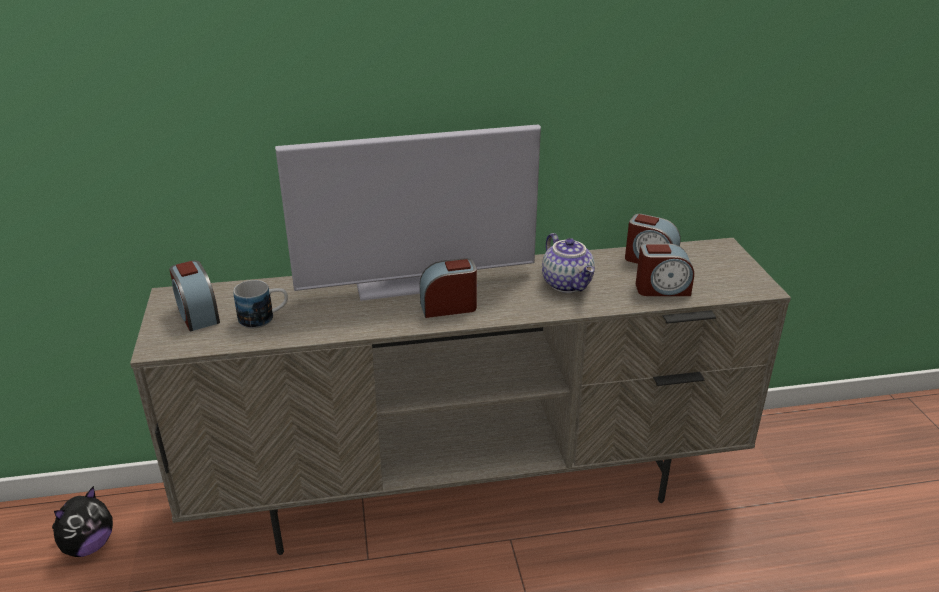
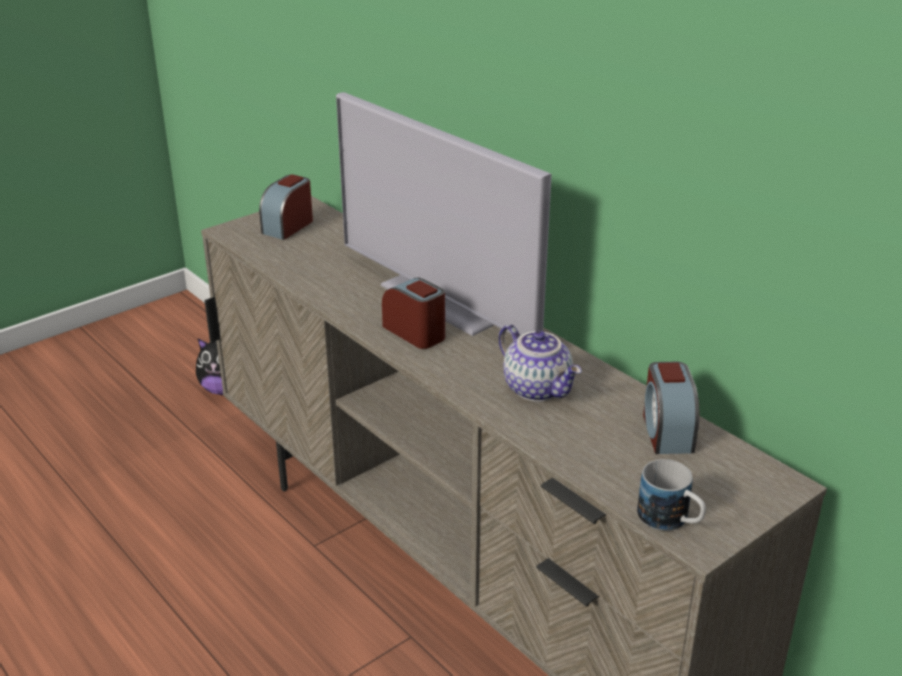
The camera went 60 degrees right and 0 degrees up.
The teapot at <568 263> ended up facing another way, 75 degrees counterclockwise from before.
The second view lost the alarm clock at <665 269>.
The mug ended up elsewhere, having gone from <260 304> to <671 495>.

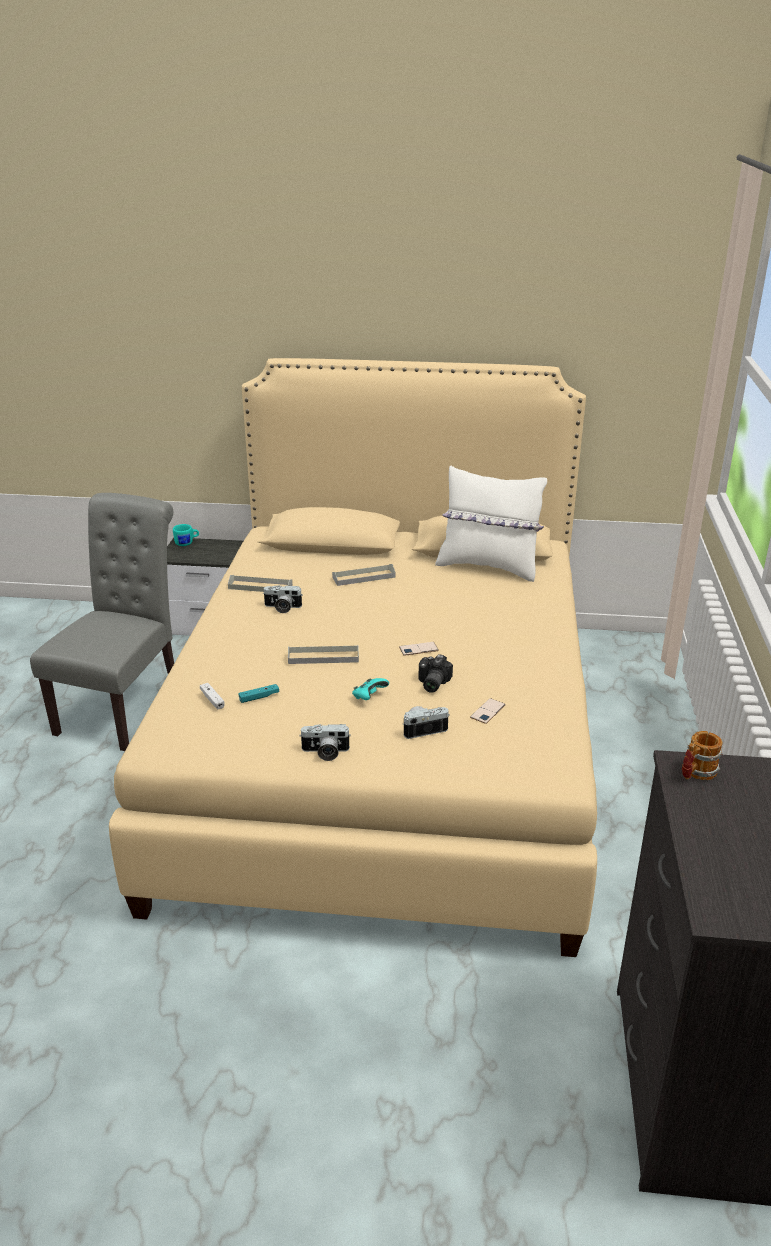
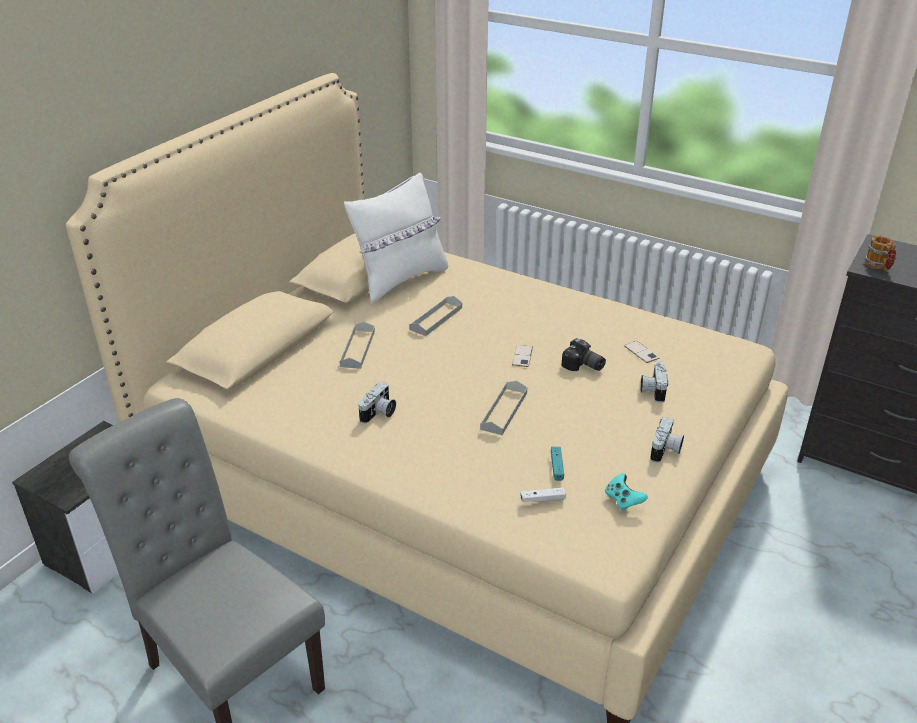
The camera went 65 degrees left and 5 degrees up.
The second view lost the mug (turquoise) at <186 535>.
The tray (grey) ended up elsewhere, having gone from <260 583> to <435 316>.
The game controller (turquoise) ended up elsewhere, having gone from <370 689> to <626 492>.

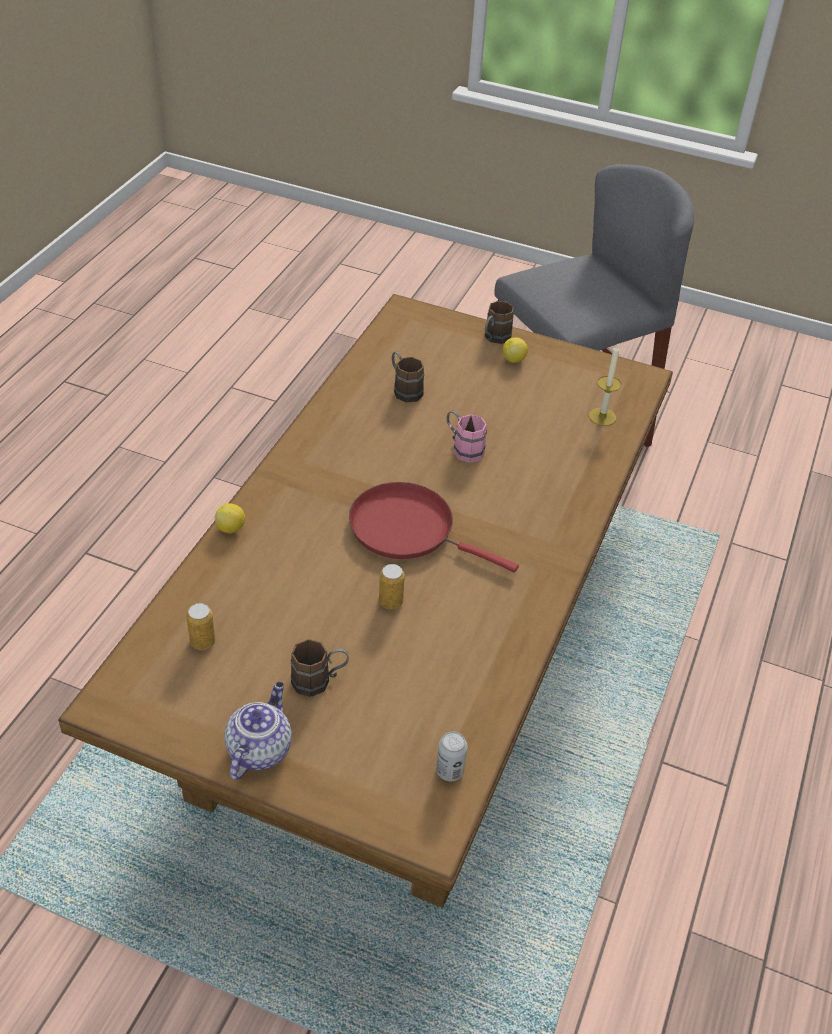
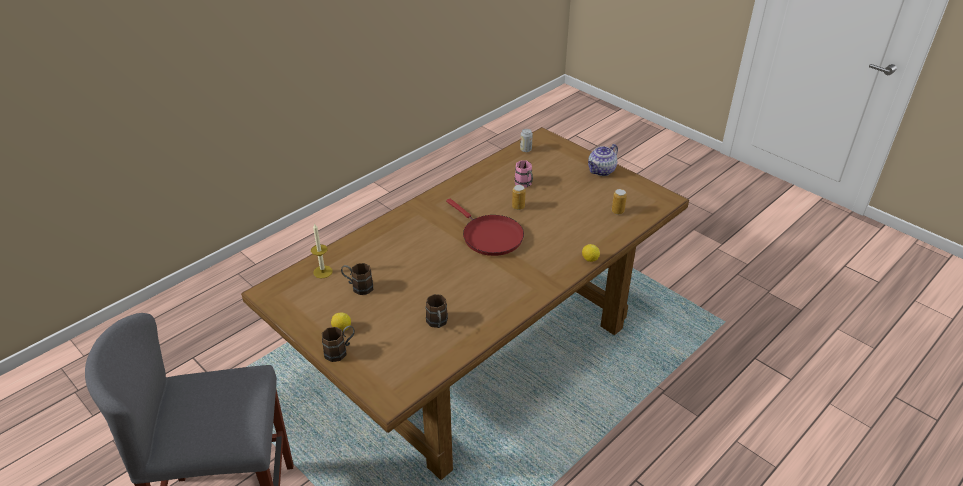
The camera went 155 degrees left and 5 degrees down.
The mug (pink) ended up elsewhere, having gone from <467 436> to <524 173>.
The mug (brown) ended up elsewhere, having gone from <320 668> to <357 279>.

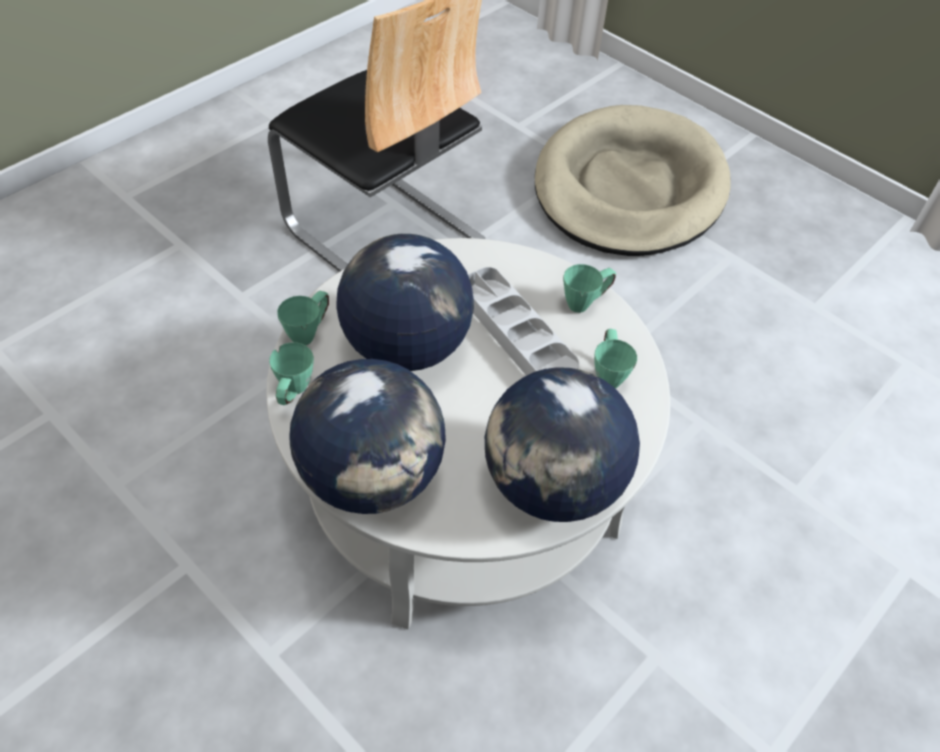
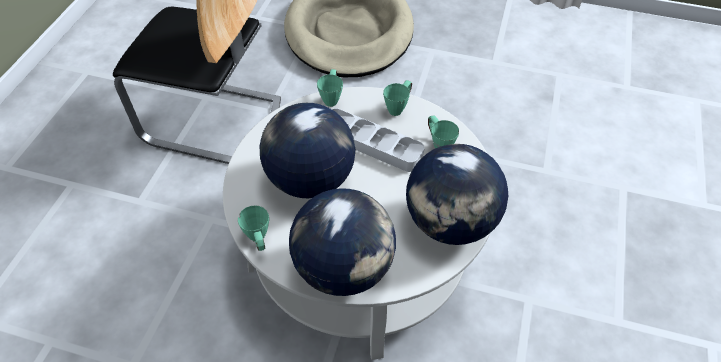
The camera went 25 degrees left and 0 degrees up.
The mug (green) ended up elsewhere, having gone from <303 318> to <330 88>.

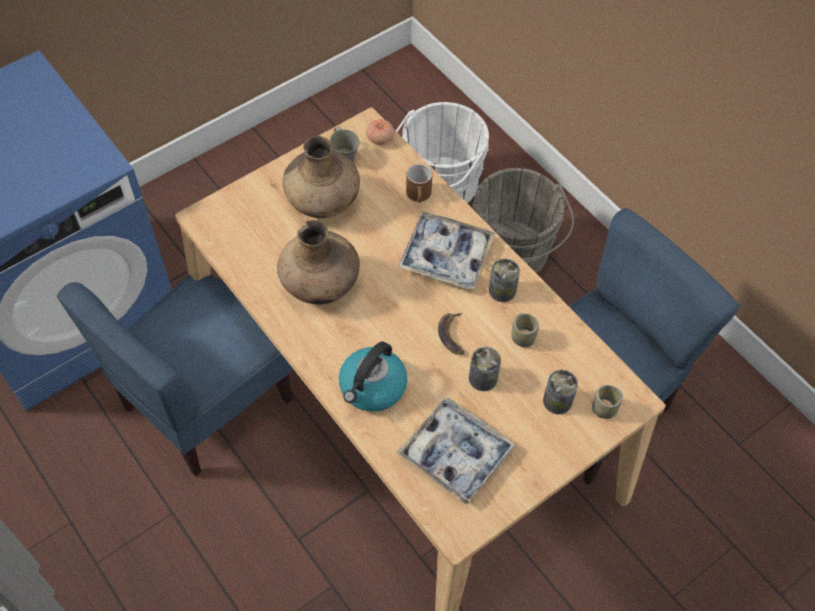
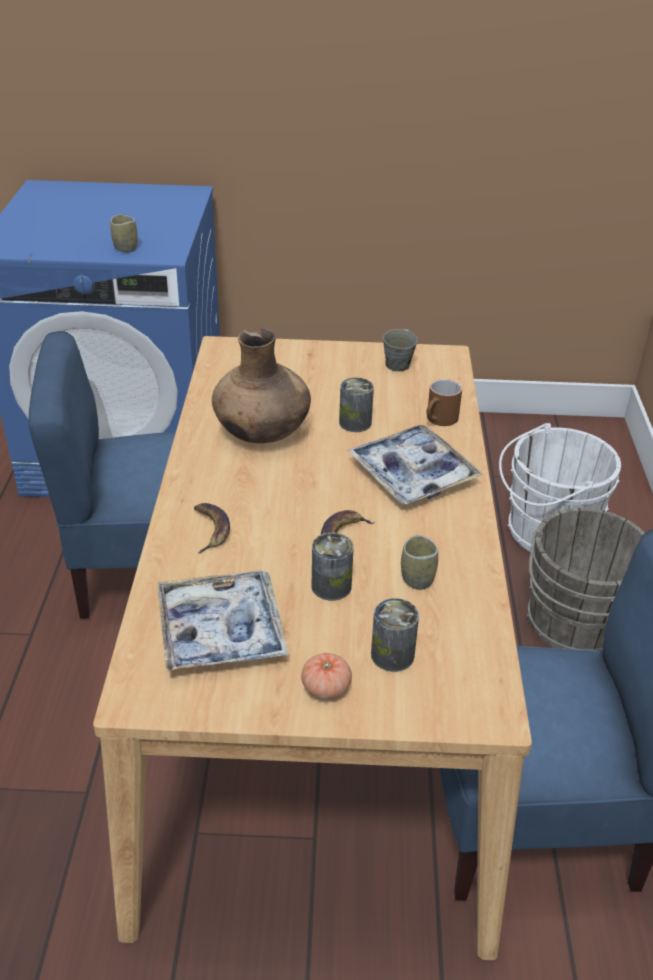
The camera went 40 degrees right and 20 degrees down.
The tomato ended up elsewhere, having gone from <380 132> to <326 676>.
The second view lost the vase (brown) at <321 177>.
The can ended up elsewhere, having gone from <504 280> to <356 404>.
Where the kettle stood at <373 376>, the banana came to stand at <212 528>.
The cup ended up elsewhere, having gone from <607 402> to <123 233>.

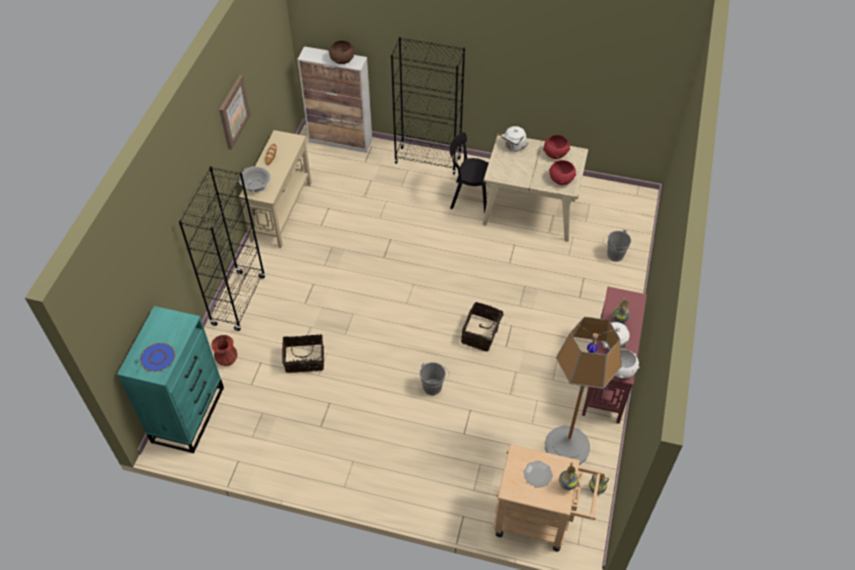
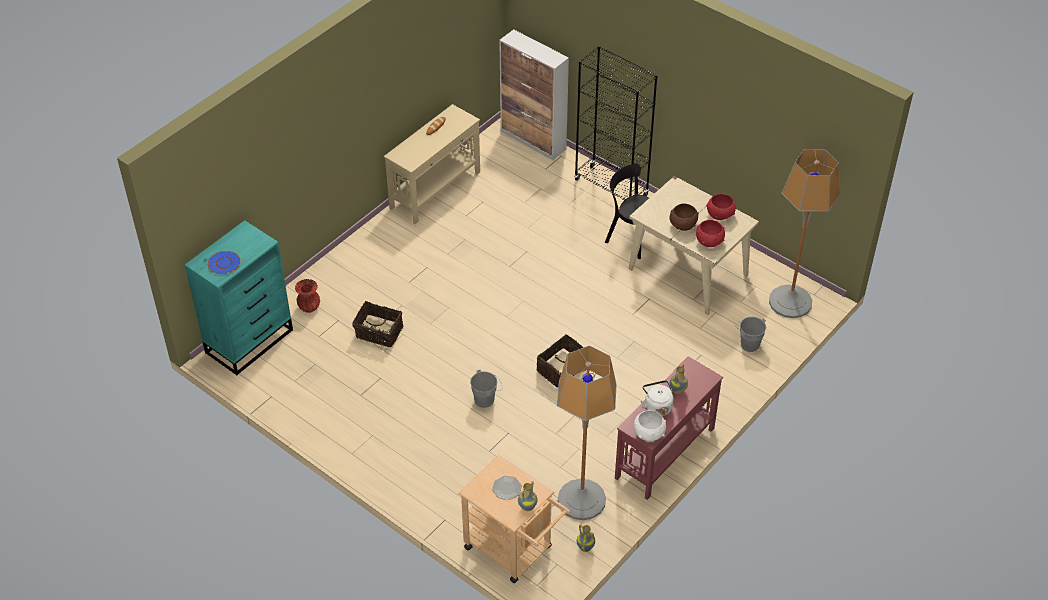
The camera went 25 degrees right and 5 degrees down.
The bowl (brown) ended up elsewhere, having gone from <341 52> to <684 217>.
The second view lost the picture at <235 112>.
The second view lost the kettle (white) at <515 139>.
The second view lost the bookcase (black) at <222 248>.
The second view lost the cooking pot at <254 179>.
The second view gained the floor lamp at <804 233>.

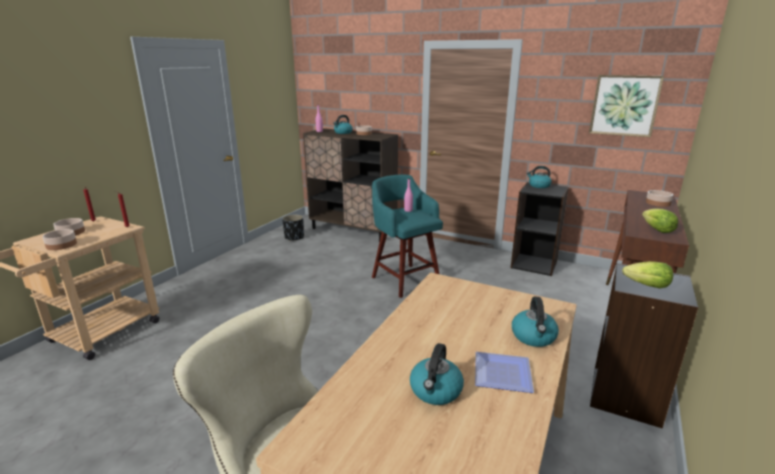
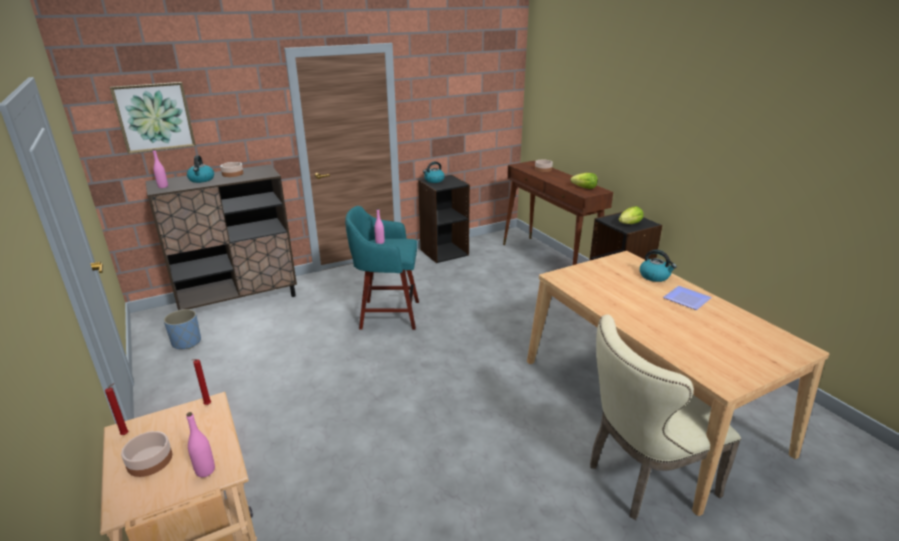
The camera went 55 degrees left and 5 degrees up.
The picture ended up elsewhere, having gone from <626 106> to <153 118>.
What was the planter (black) at <293 227> turned into the planter (blue) at <182 329>.
Where the bowl stood at <59 239>, the bottle (pink) came to stand at <200 444>.
The second view lost the kettle at <437 374>.

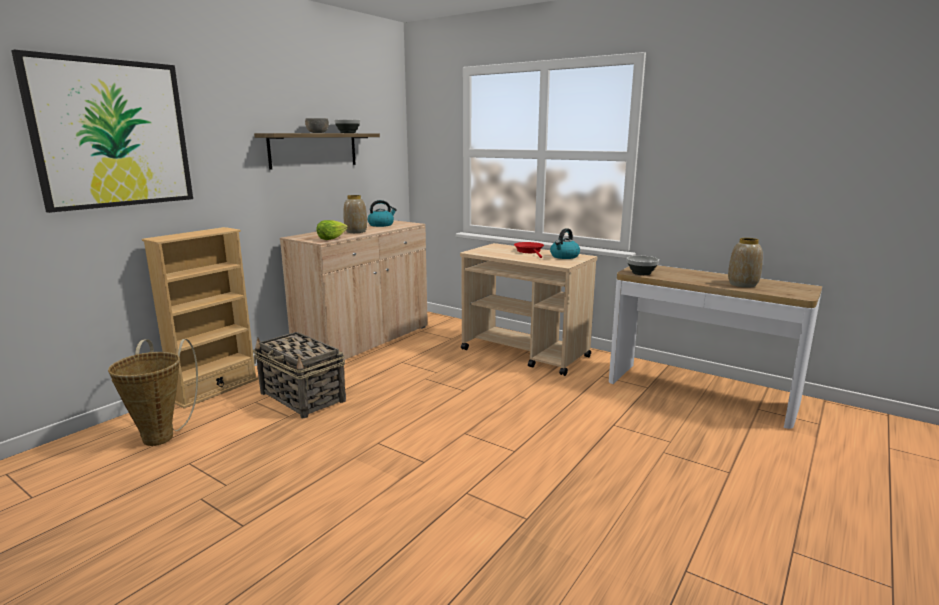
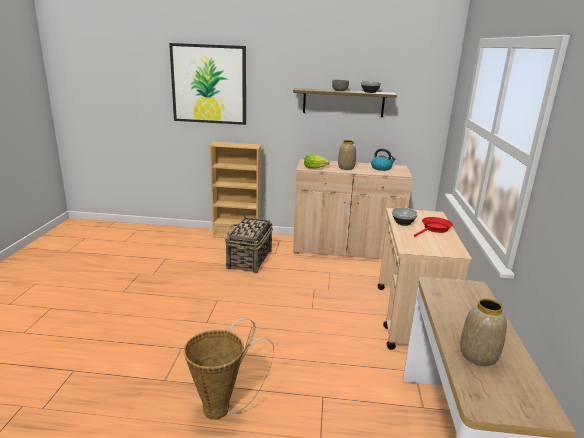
The camera went 60 degrees right and 5 degrees up.
The second view lost the kettle at <565 243>.
The bowl ended up elsewhere, having gone from <643 265> to <405 216>.
The basket ended up elsewhere, having gone from <153 392> to <229 368>.

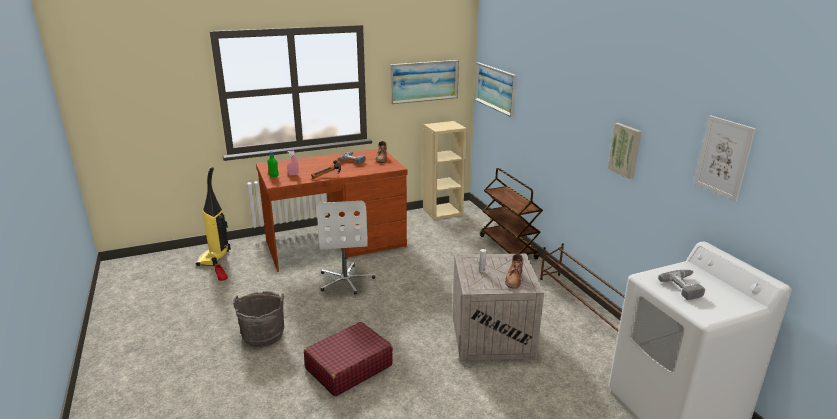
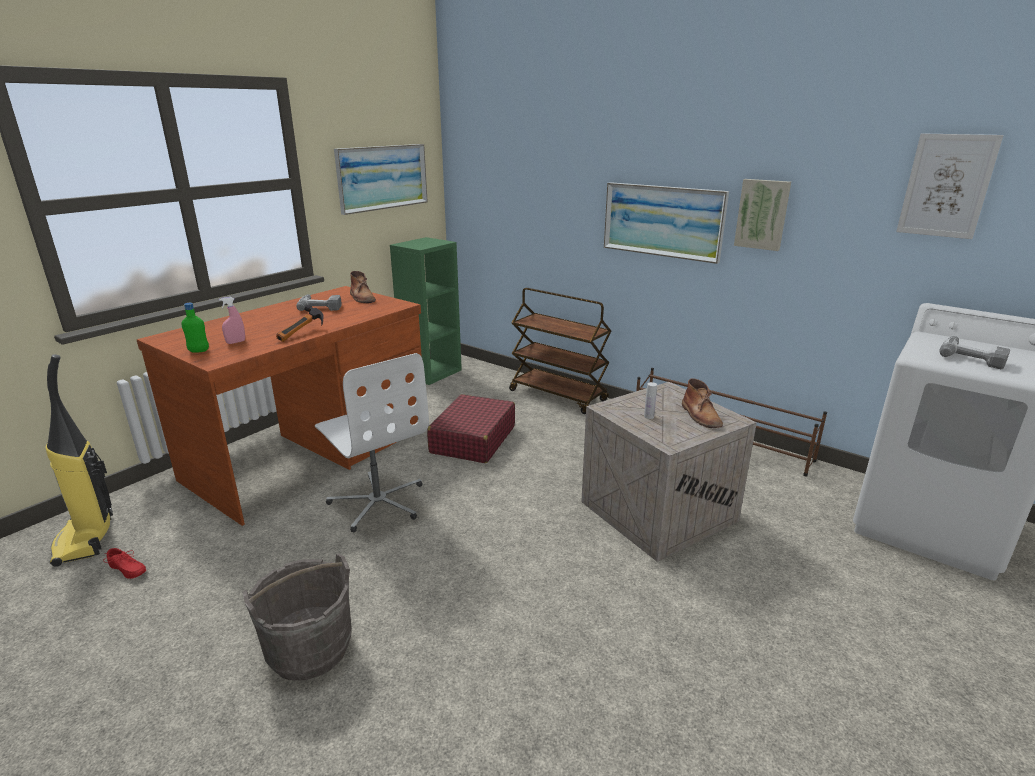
The camera went 30 degrees left and 0 degrees up.
The picture ended up elsewhere, having gone from <495 89> to <666 223>.
What was the bookcase (beige) at <445 170> turned into the bookcase (green) at <426 311>.
The suitcase (red) ended up elsewhere, having gone from <348 359> to <471 428>.

